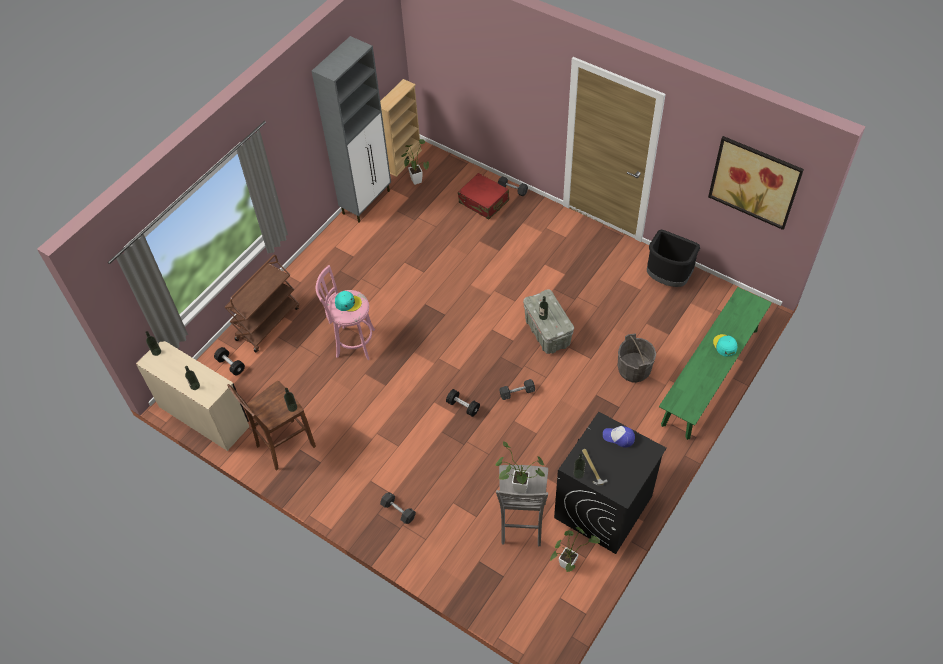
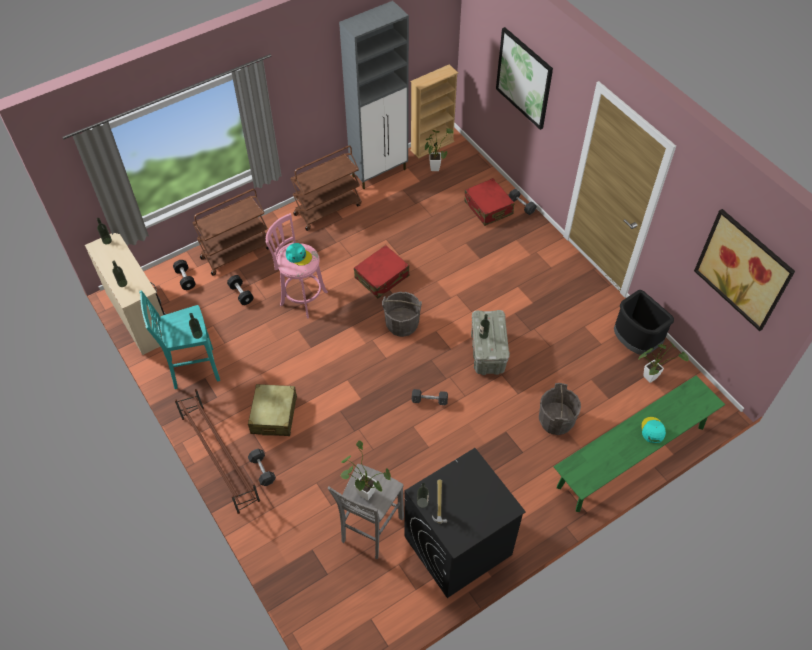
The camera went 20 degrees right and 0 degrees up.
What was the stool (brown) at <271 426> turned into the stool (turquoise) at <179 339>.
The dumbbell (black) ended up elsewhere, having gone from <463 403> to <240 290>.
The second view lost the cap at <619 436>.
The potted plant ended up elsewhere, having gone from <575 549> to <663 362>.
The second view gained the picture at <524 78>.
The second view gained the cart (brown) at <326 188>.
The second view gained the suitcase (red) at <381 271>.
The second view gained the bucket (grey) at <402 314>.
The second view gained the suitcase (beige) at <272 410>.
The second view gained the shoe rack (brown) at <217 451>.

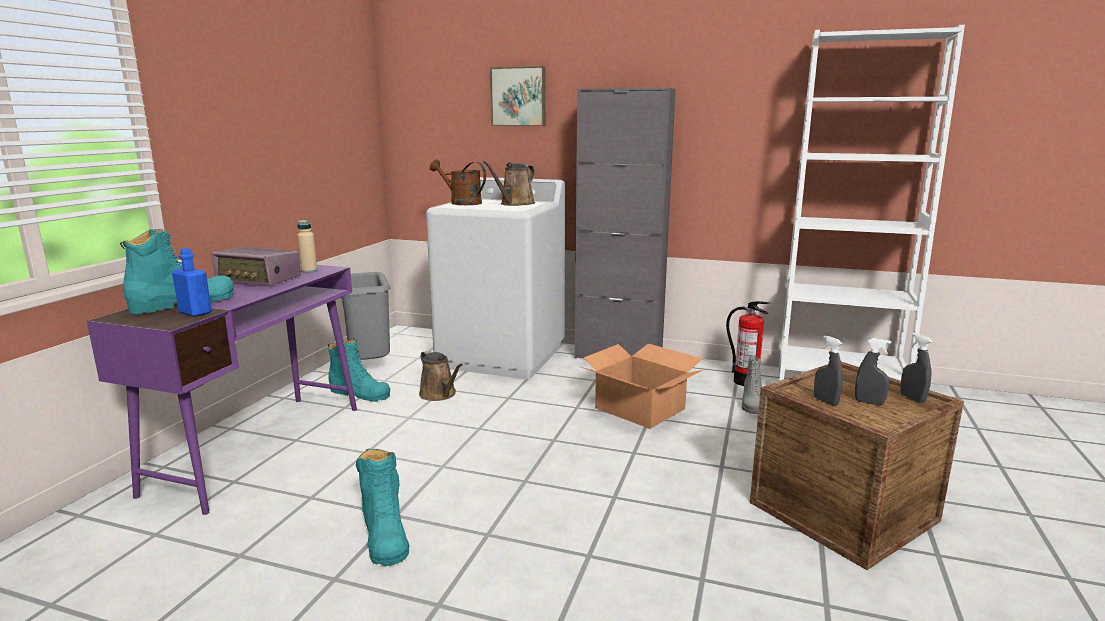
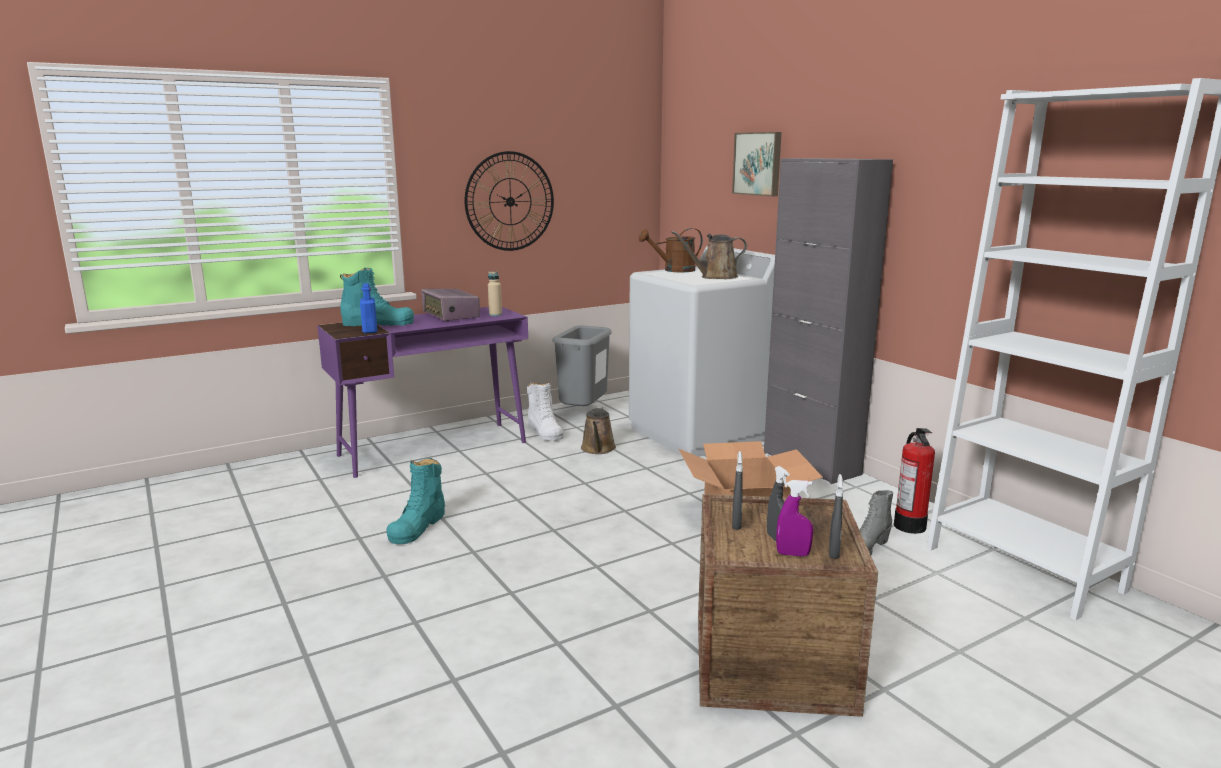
The camera went 40 degrees right and 0 degrees up.
The watering can (brown) at <458 182> ended up facing another way, 90 degrees counterclockwise from before.
What was the boot (turquoise) at <359 370> turned into the boot (white) at <545 411>.
The second view gained the wall clock at <509 201>.
The second view gained the spray bottle (purple) at <794 518>.

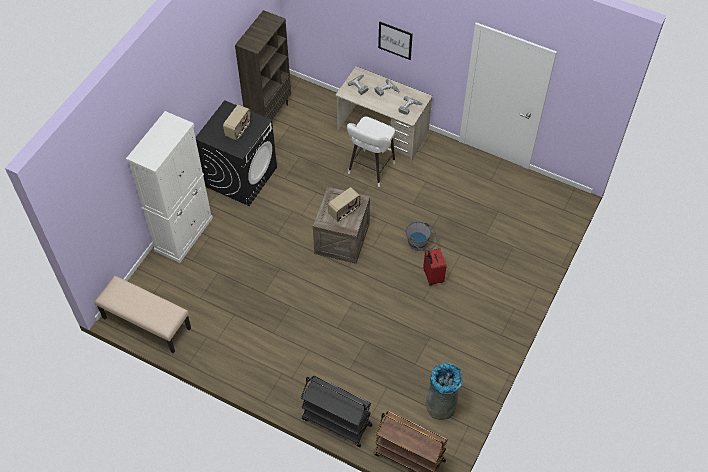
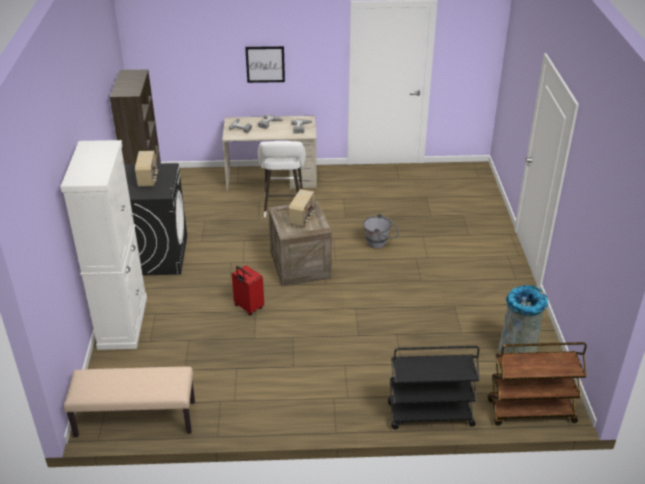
The camera went 30 degrees left and 20 degrees down.
The suitcase (red) ended up elsewhere, having gone from <434 267> to <248 290>.

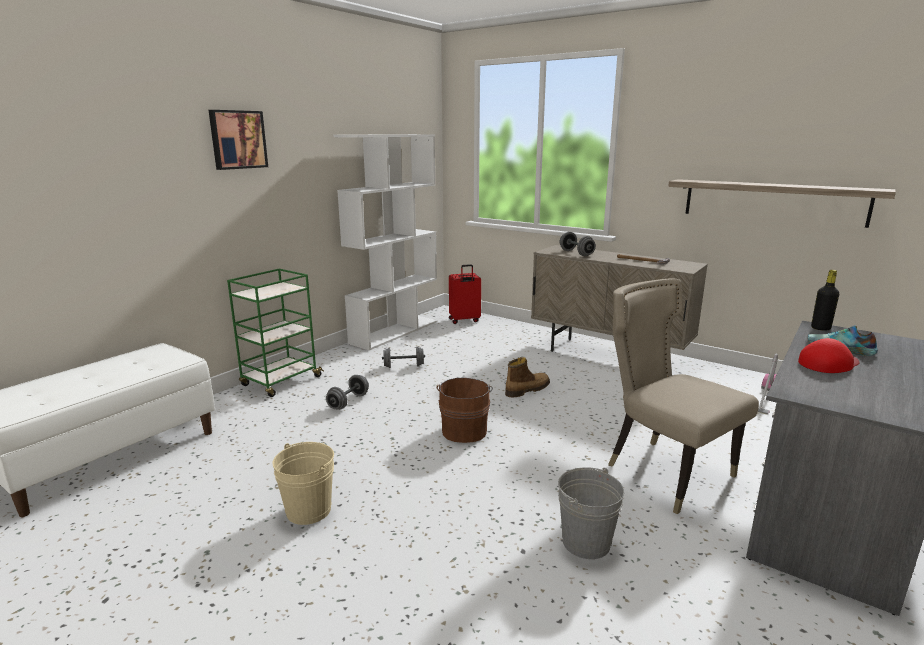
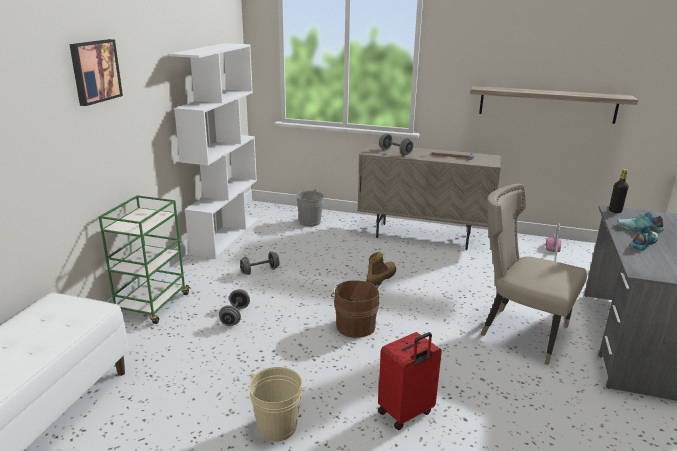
The camera went 20 degrees left and 5 degrees up.
The suitcase (red) ended up elsewhere, having gone from <465 294> to <410 381>.
Where the cap (red) stood at <828 355>, the shoe came to stand at <644 238>.
The bucket (grey) ended up elsewhere, having gone from <591 513> to <310 208>.

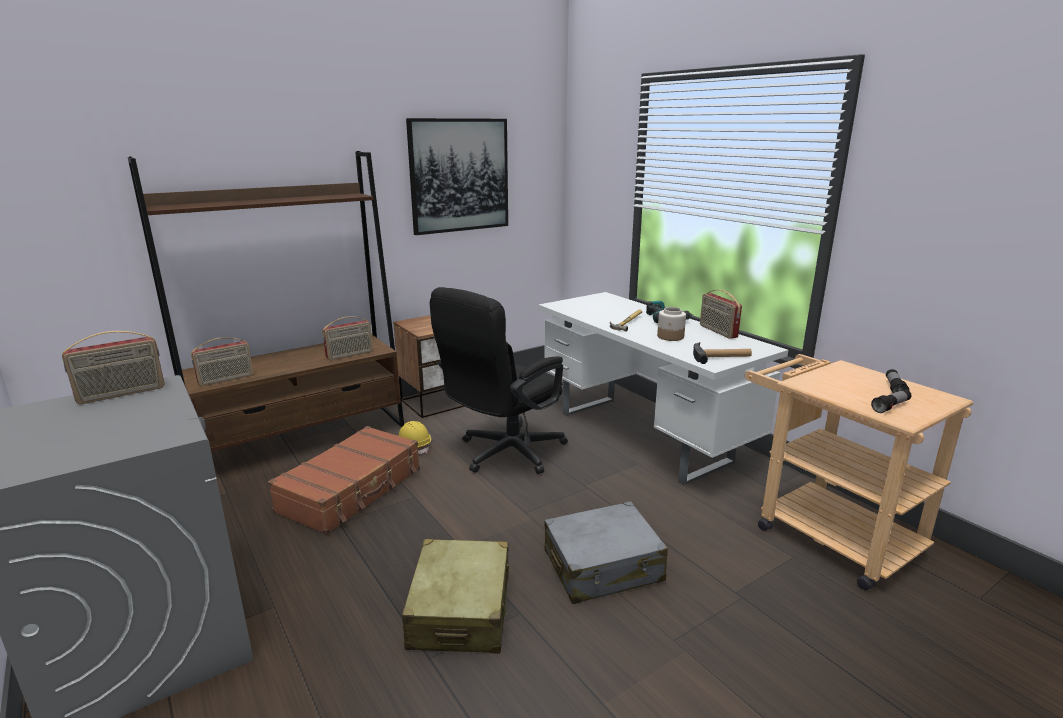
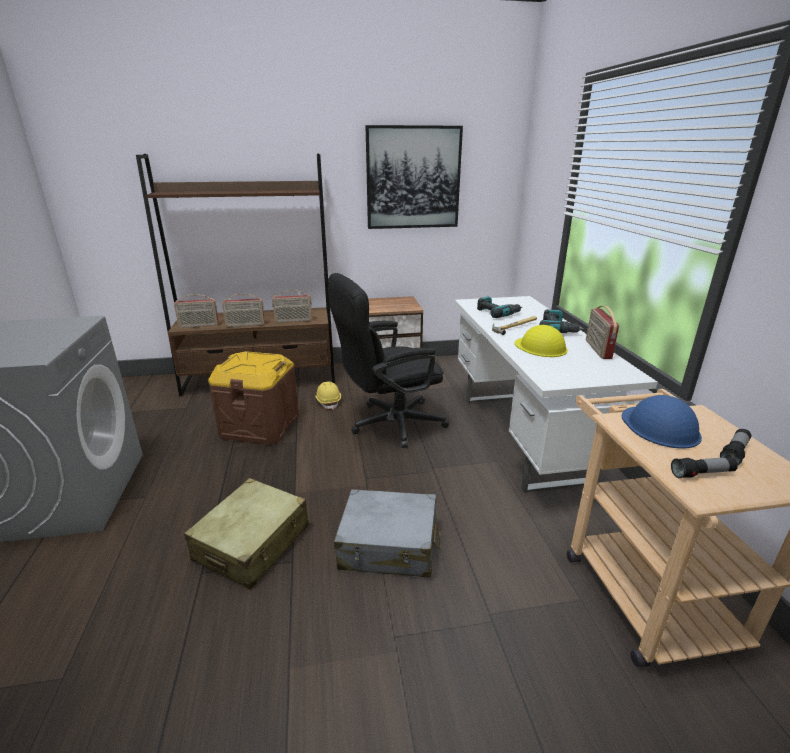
The camera went 25 degrees right and 5 degrees up.
Where the jar stood at <671 324>, the hard hat (yellow) came to stand at <541 341>.
The radio ended up elsewhere, having gone from <113 367> to <243 310>.
The second view lost the hammer at <722 353>.
Where the suitcase (brown) stood at <344 480>, the storage box (brown) came to stand at <253 398>.
The second view gained the power drill at <499 307>.
The second view gained the hard hat (blue) at <662 422>.

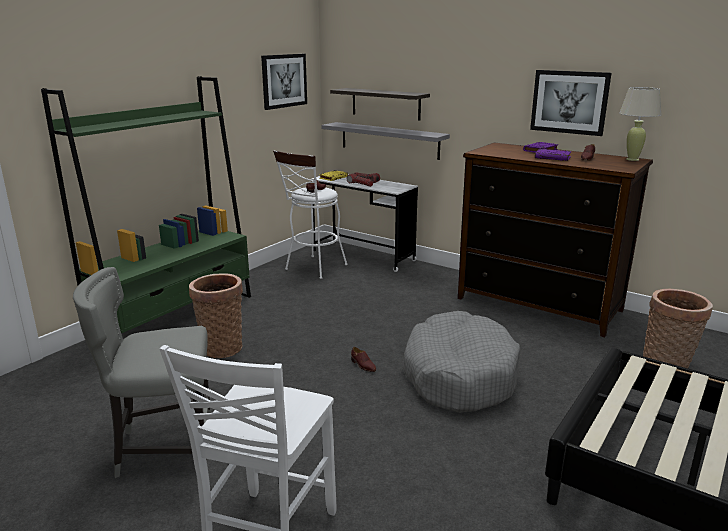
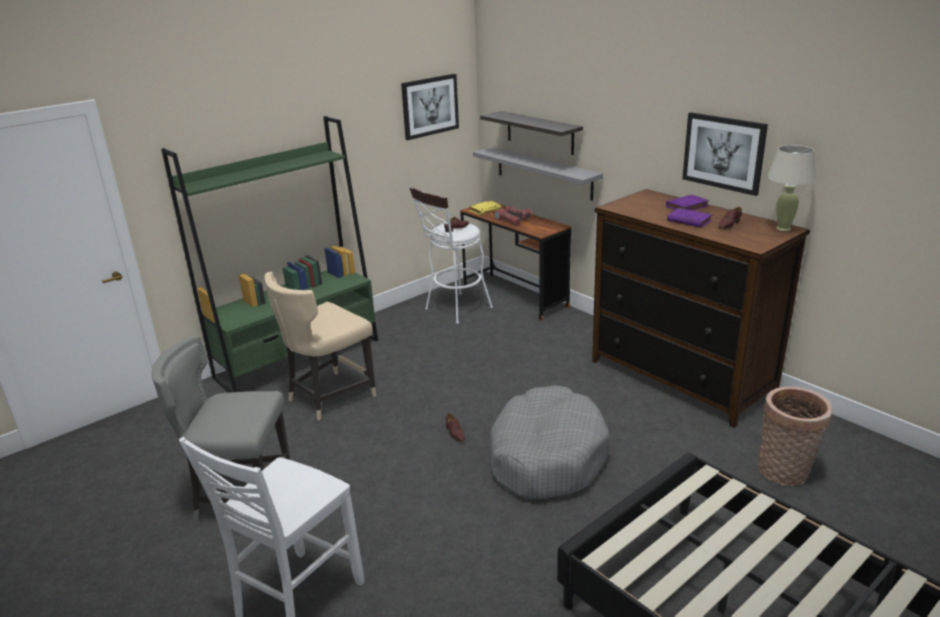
The camera went 15 degrees right and 5 degrees up.
What was the desk (white) at <364 224> turned into the desk (brown) at <515 263>.
Where the basket stood at <216 315>, the chair (beige) came to stand at <320 346>.

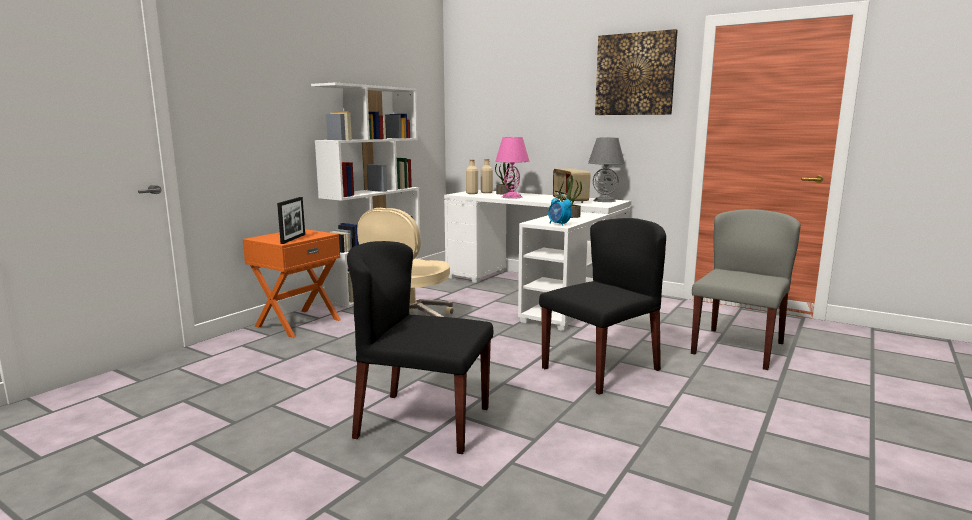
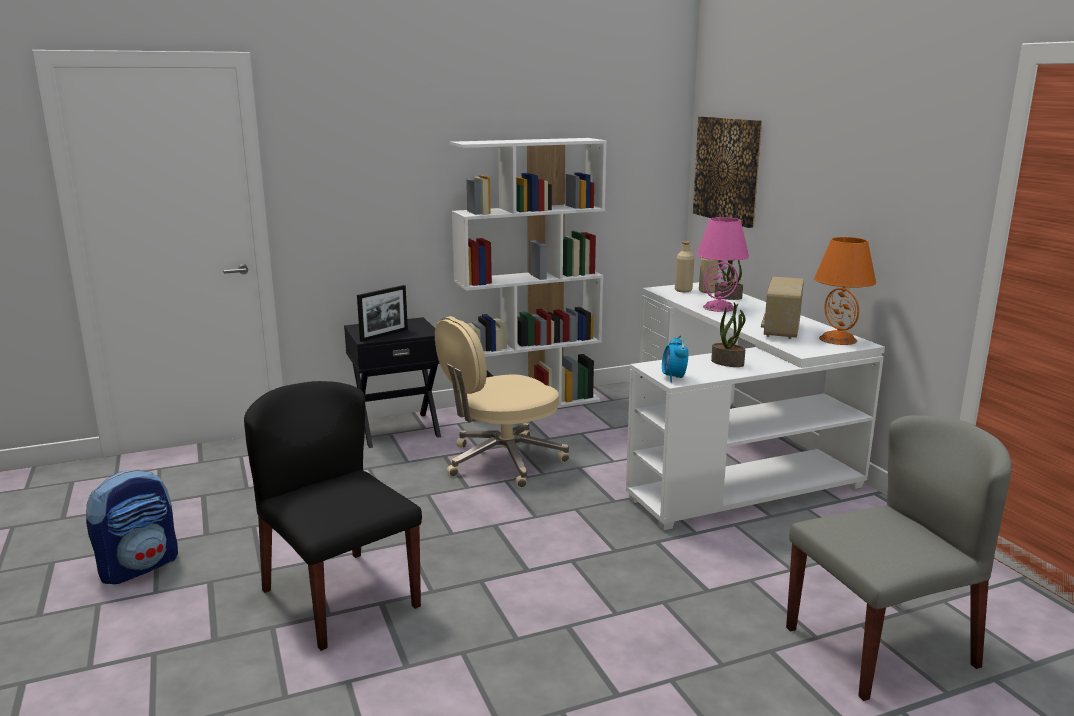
The camera went 35 degrees right and 5 degrees up.
The picture ended up elsewhere, having gone from <636 72> to <727 172>.
What was the table lamp (grey) at <606 170> turned into the table lamp (orange) at <845 291>.
The second view lost the chair (black) at <602 306>.
What was the nightstand (orange) at <292 283> turned into the nightstand (black) at <392 382>.
The second view gained the backpack at <132 526>.

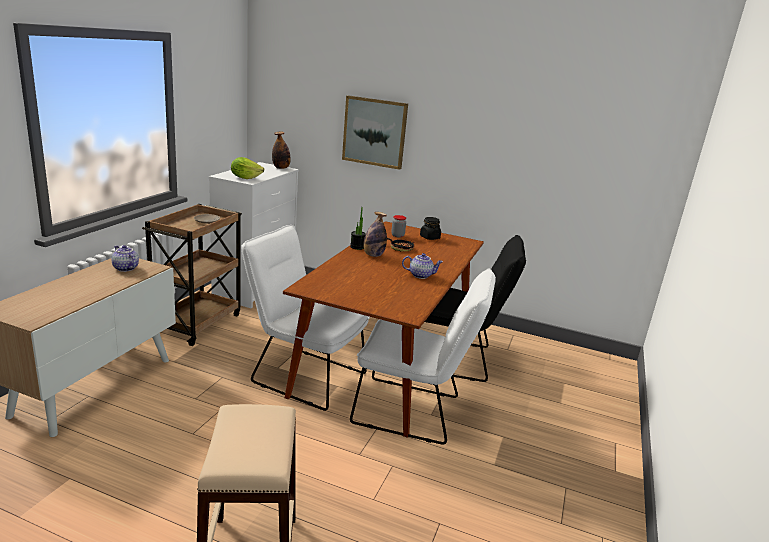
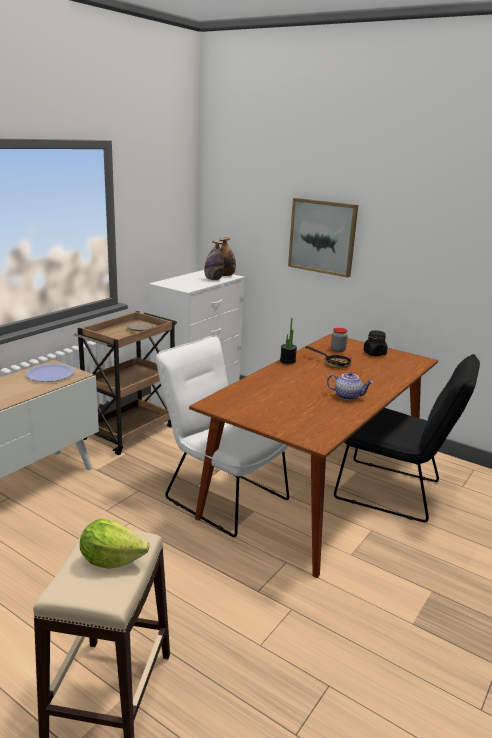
The camera went 15 degrees right and 0 degrees up.
The lettuce ended up elsewhere, having gone from <248 168> to <115 544>.
The bottle ended up elsewhere, having gone from <375 234> to <214 260>.
Where the teapot stood at <125 258>, the plate came to stand at <50 373>.
The second view lost the chair (white) at <423 357>.

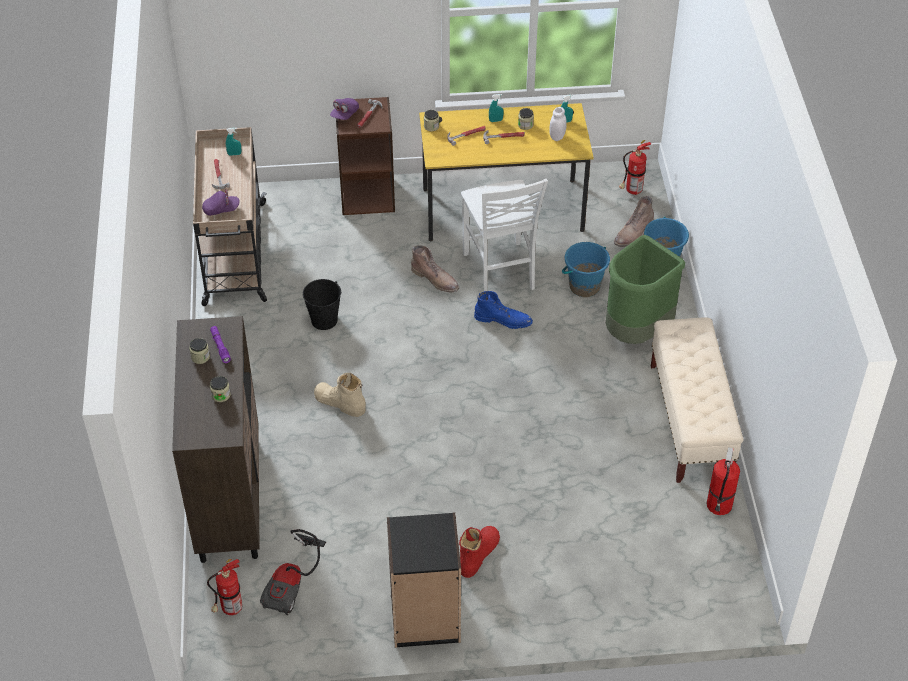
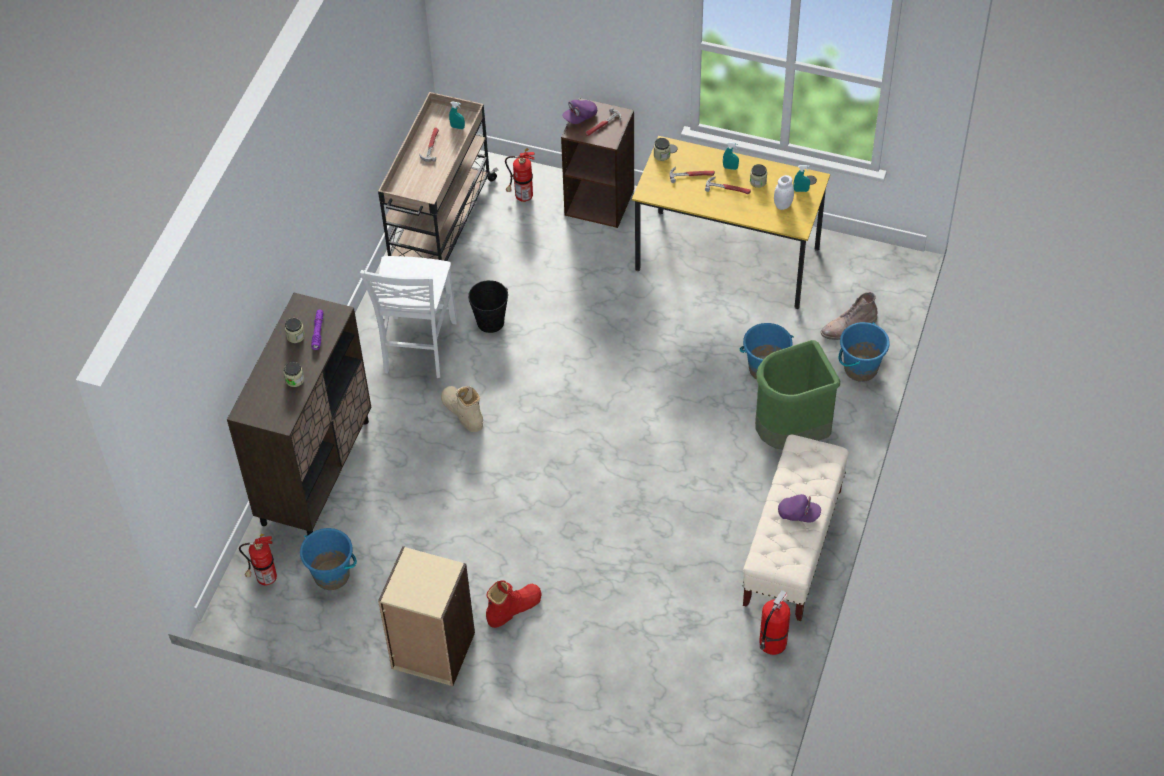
The camera went 25 degrees right and 5 degrees up.
The fire extinguisher ended up elsewhere, having gone from <635 167> to <520 175>.
The chair (white) ended up elsewhere, having gone from <504 235> to <408 317>.
The cap (purple) ended up elsewhere, having gone from <220 202> to <799 508>.
The second view lost the boot (brown) at <435 268>.
The second view lost the boot (blue) at <503 310>.
What was the bookcase (black) at <424 580> turned into the bookcase (beige) at <426 616>.
Where the vacuum cleaner stood at <293 572>, the bucket (blue) came to stand at <328 559>.

